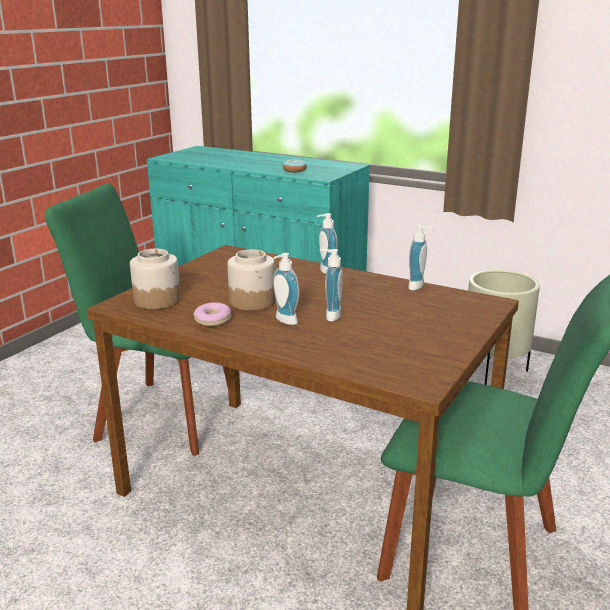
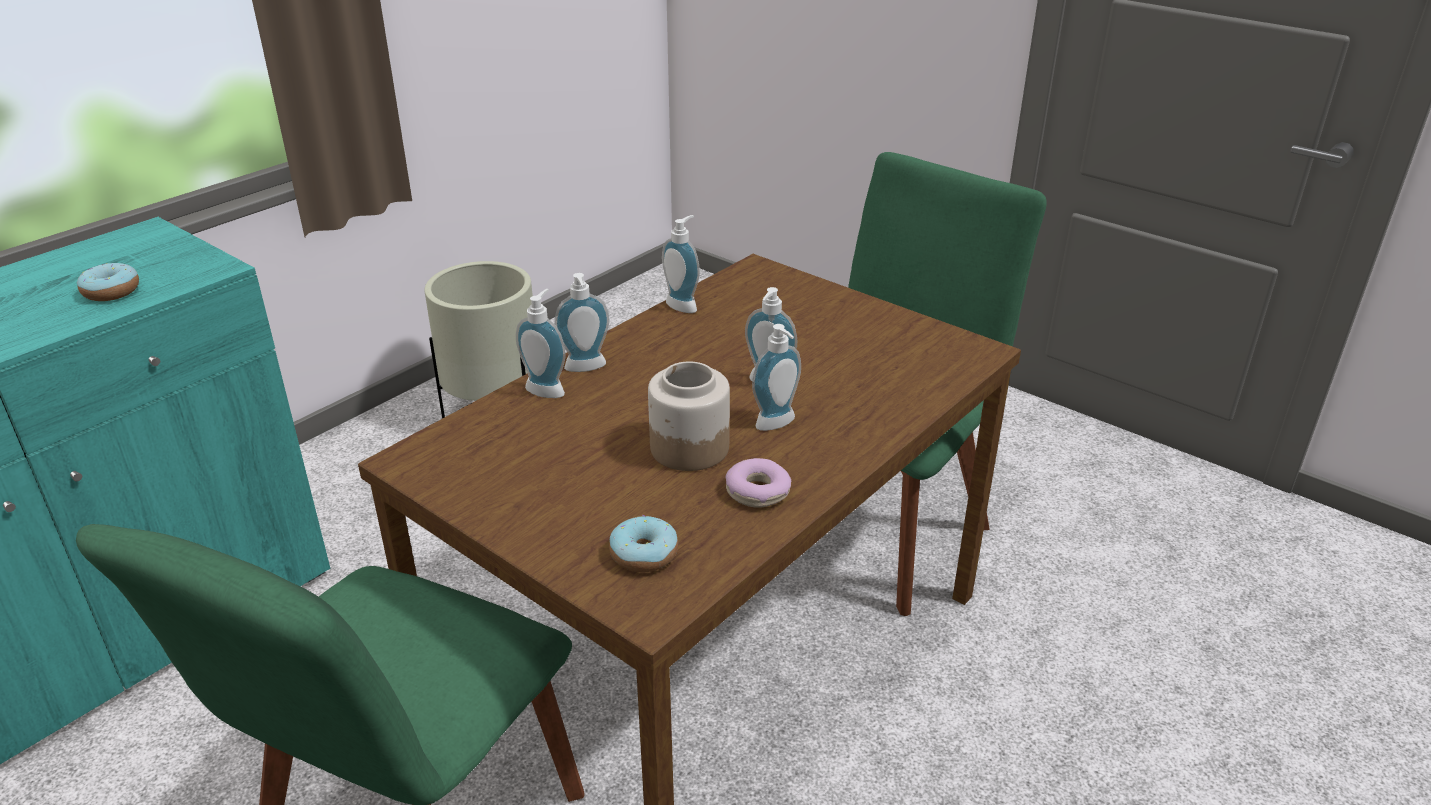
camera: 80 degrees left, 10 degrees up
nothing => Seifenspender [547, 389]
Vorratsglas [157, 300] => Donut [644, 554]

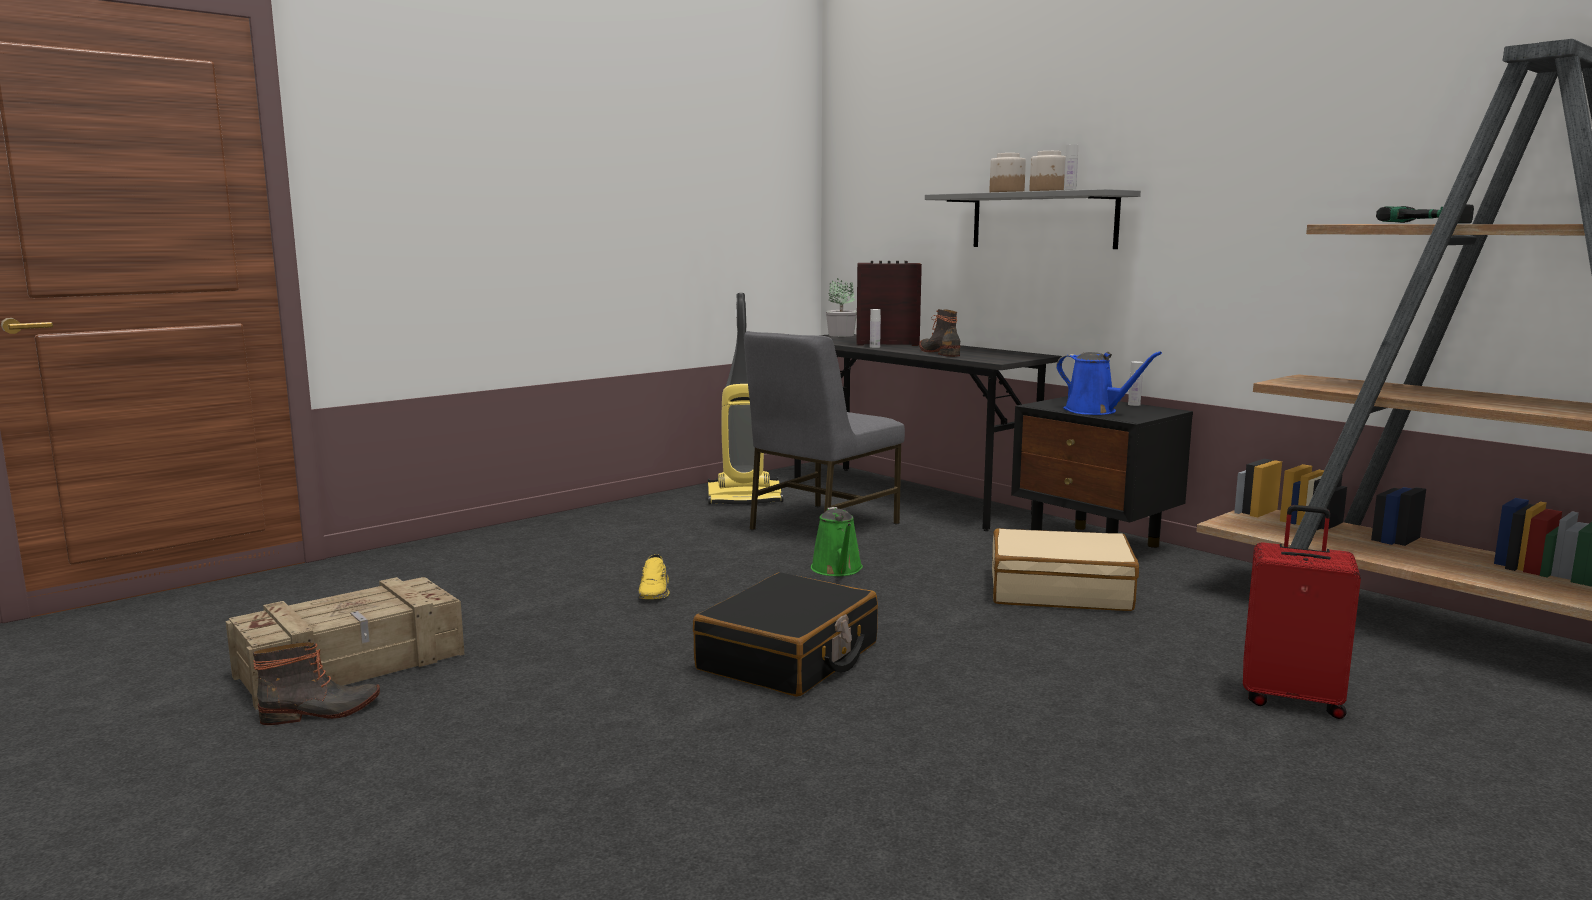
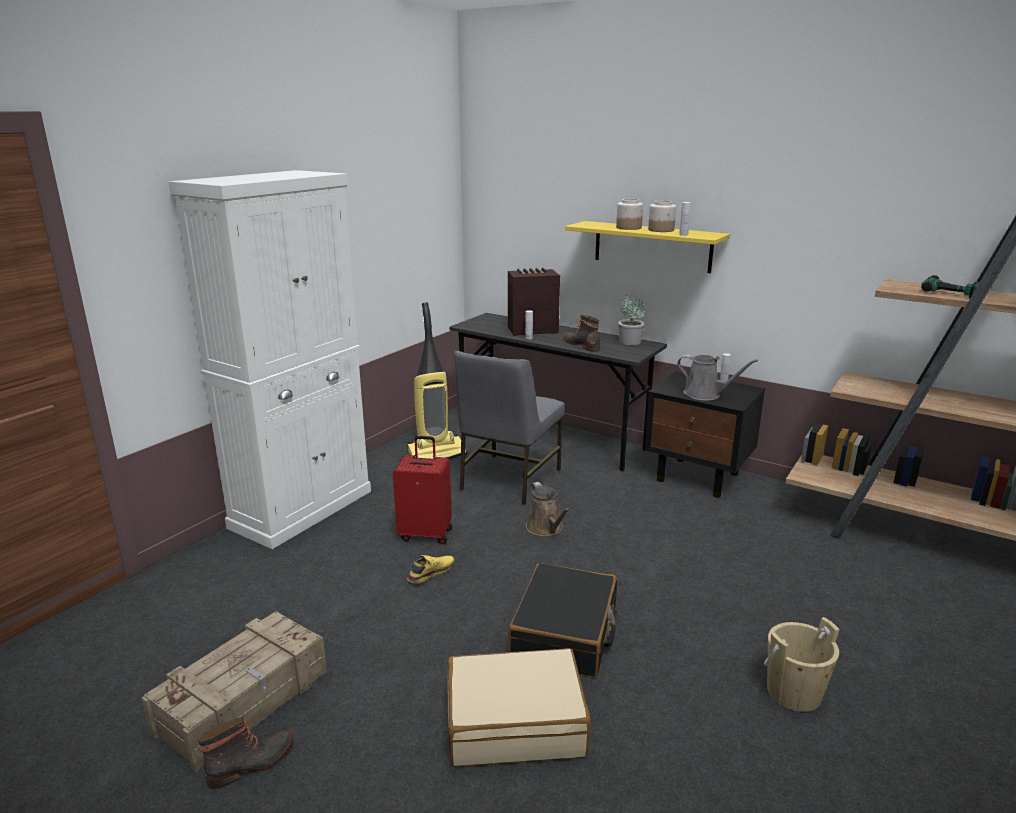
camera: 15 degrees left, 10 degrees up
nothing => Schrank (weiß) [302, 509]
nothing => Eimer (beige) [794, 692]
Topfpflanze [840, 335] => Topfpflanze [629, 342], move
Koffer (beige) [1059, 591] => Koffer (beige) [515, 722], move
Koffer (rot) [1292, 699] => Koffer (rot) [426, 534], move
Gießkanne (grün) [838, 570] => Gießkanne (braun) [546, 528]
Wandregal (grau) [1043, 220] => Wandregal (gelb) [652, 246]
Gießkanne (blau) [1095, 411] => Gießkanne (grau) [705, 394]
Schuh (gelb) [655, 591] => Schuh (gelb) [430, 572], 120 degrees counterclockwise

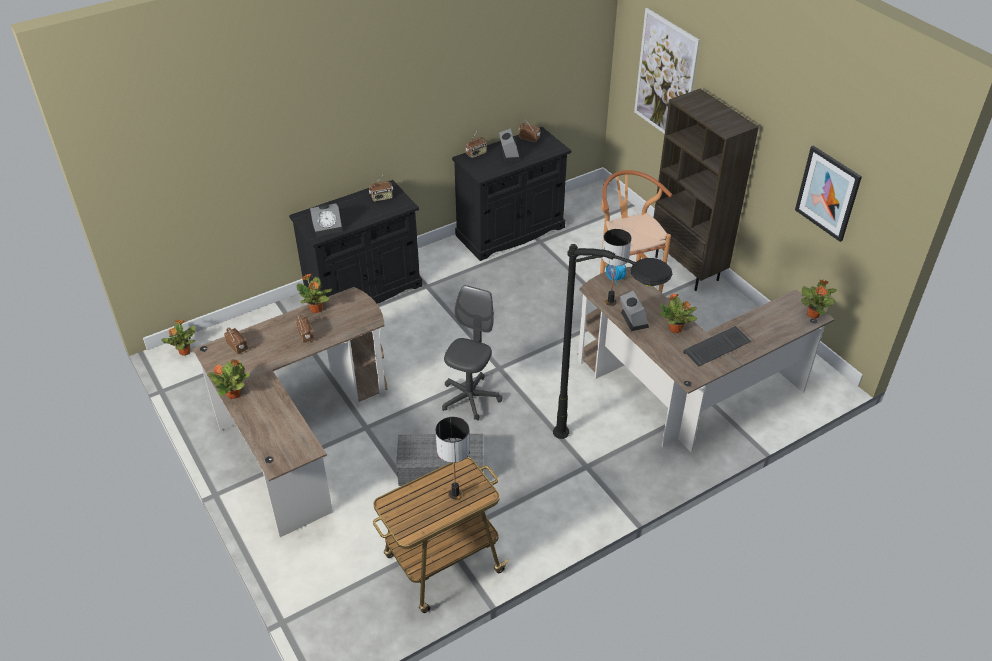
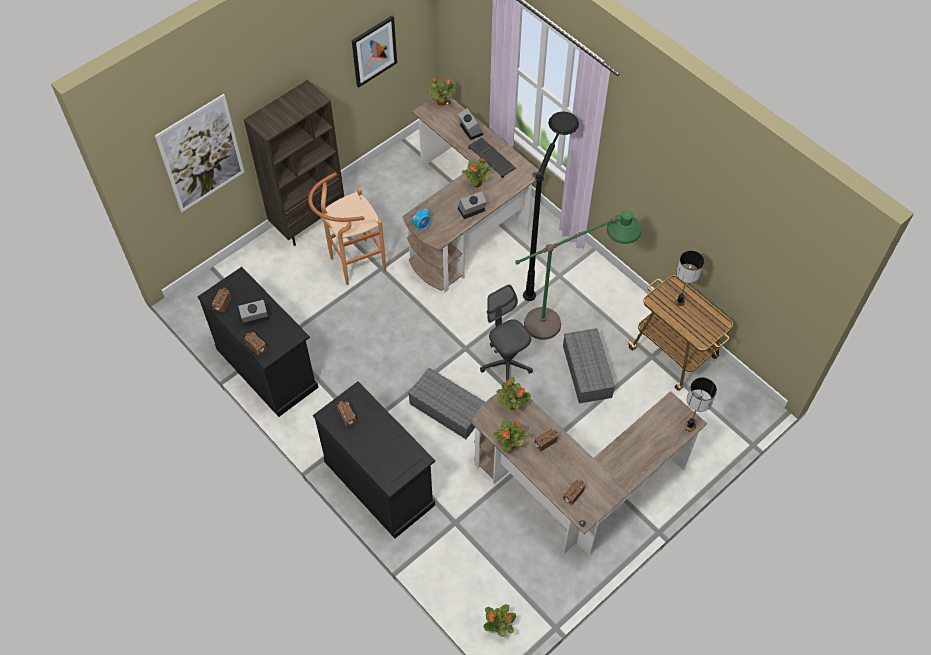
camera: 100 degrees left, 15 degrees up
nothing => Aufbewahrungsbox (grau) [446, 409]
nothing => Stehlampe (grün) [568, 320]
Topfpflanze [234, 394] => Topfpflanze [512, 404], move
Wecker [328, 227] => Wecker [469, 130], move
Tischlampe [610, 302] => Tischlampe [690, 425], move
Bürostuhl (grau) [470, 398] => Bürostuhl (grau) [506, 364], 45 degrees clockwise

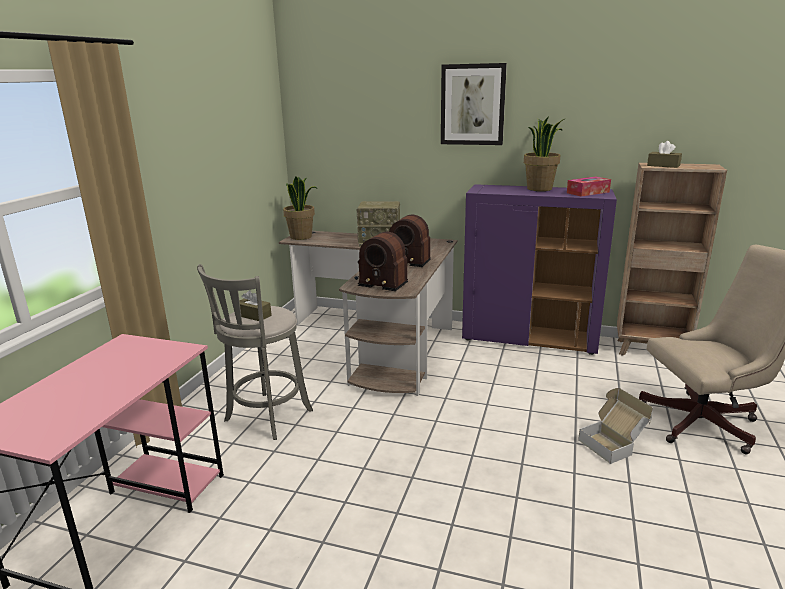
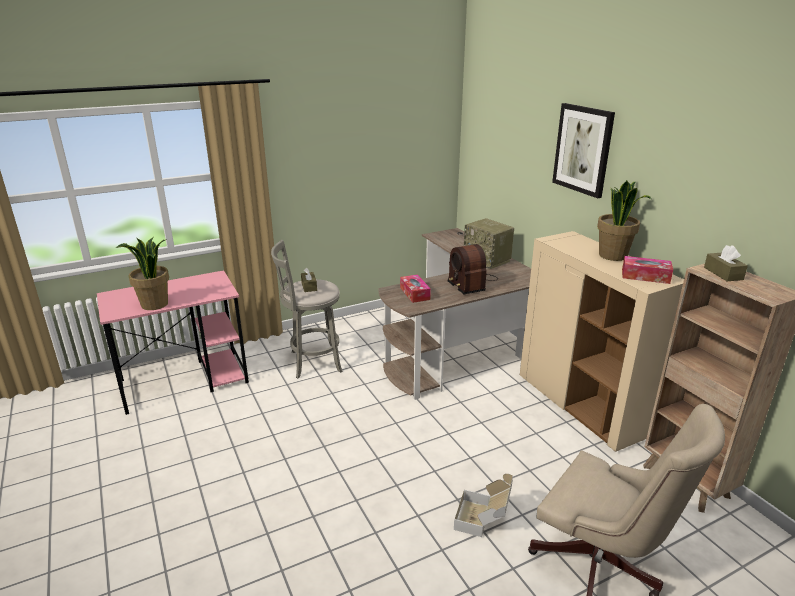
camera: 45 degrees right, 5 degrees up
Topfpflanze [301, 237] => Topfpflanze [154, 305], move
Radio [381, 280] => Taschentuchbox [414, 293]
Schrank (lila) [530, 339] => Schrank (beige) [582, 406]

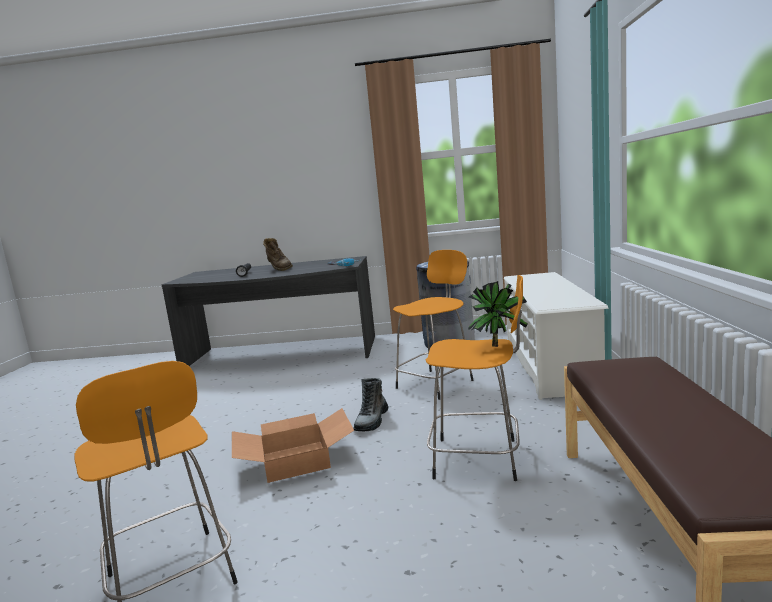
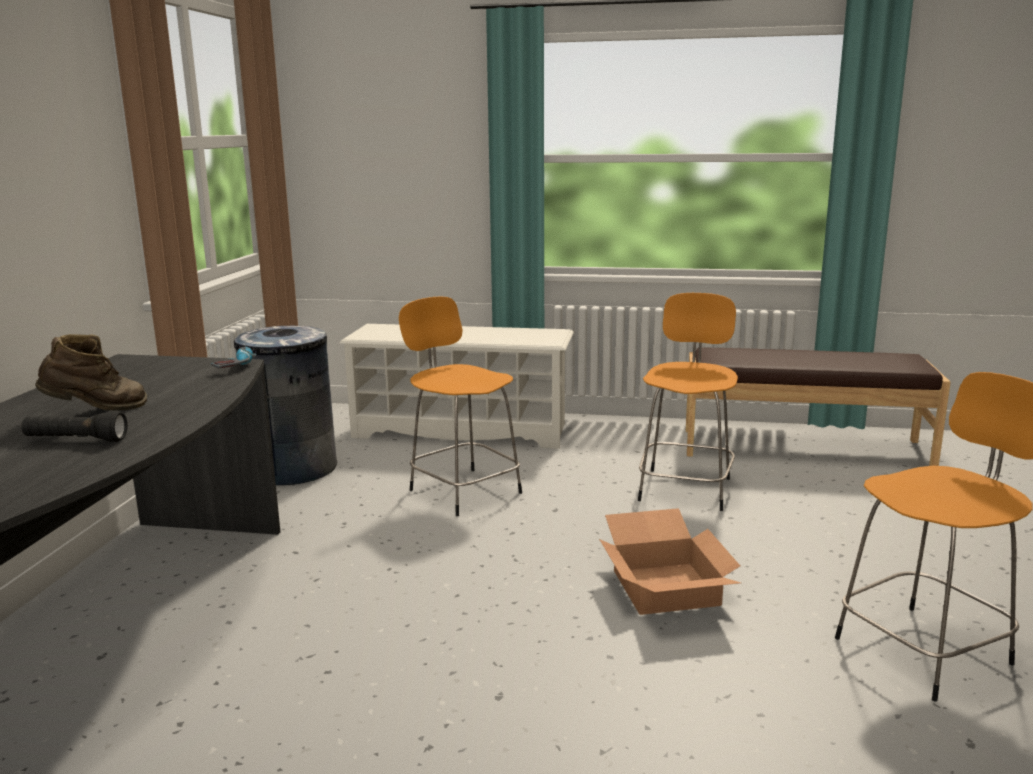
camera: 85 degrees left, 5 degrees up
Stiefel [372, 421] => nothing
Topfpflanze [498, 345] => nothing

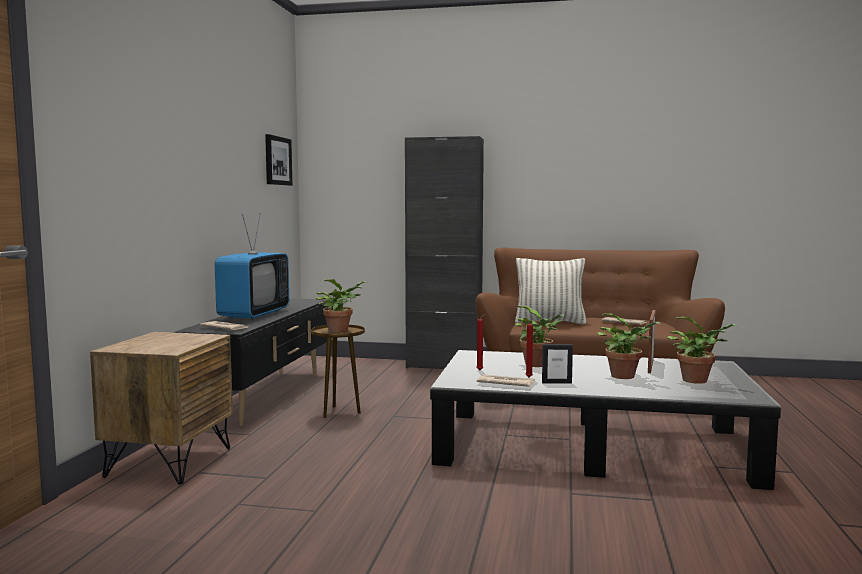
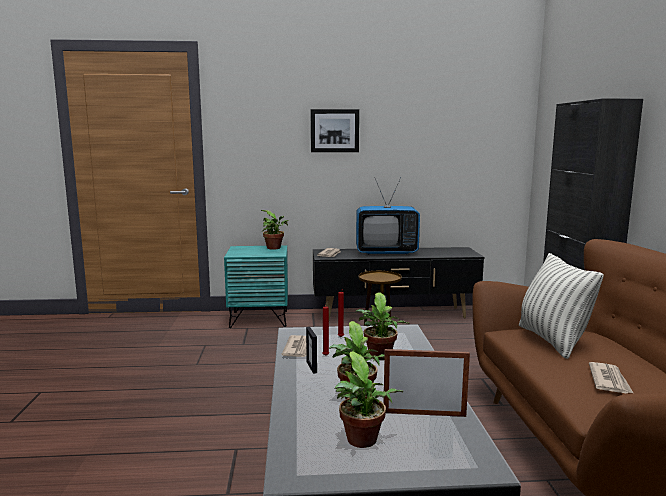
camera: 75 degrees right, 5 degrees up
Bild [277, 161] => Bild [334, 130], move
Topfpflanze [340, 330] => Topfpflanze [275, 248], move
Nachttisch (braun) [169, 462] => Nachttisch (türkis) [259, 319]

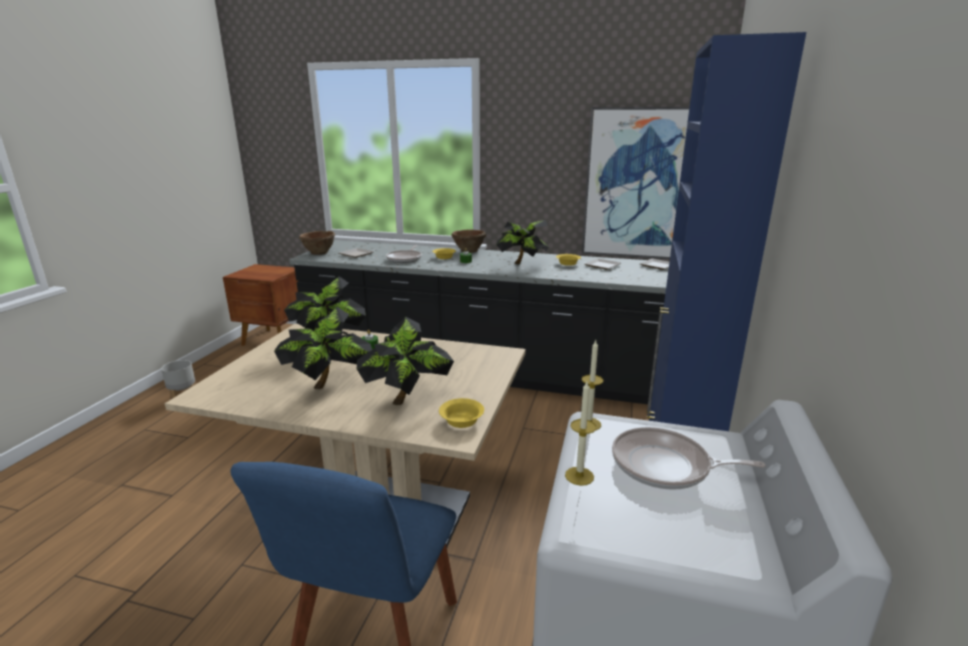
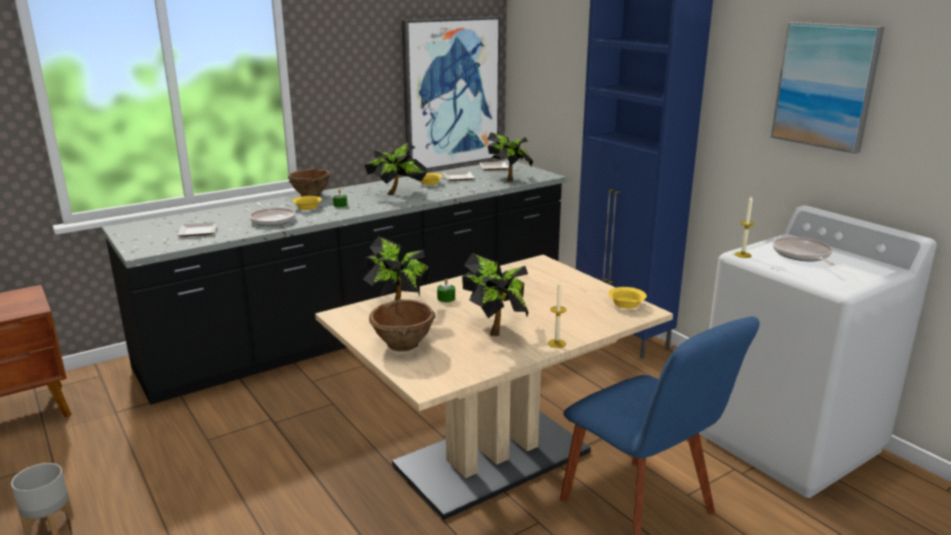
camera: 50 degrees left, 0 degrees up
nothing => Bild [825, 86]
Schüssel (braun) [319, 253] => Schüssel (braun) [403, 345], move
Topfpflanze [407, 399] => Topfpflanze [509, 179], move
Kerze [579, 476] => Kerze [556, 343], move
Pfanne [665, 466] => Pfanne [802, 255], 120 degrees clockwise

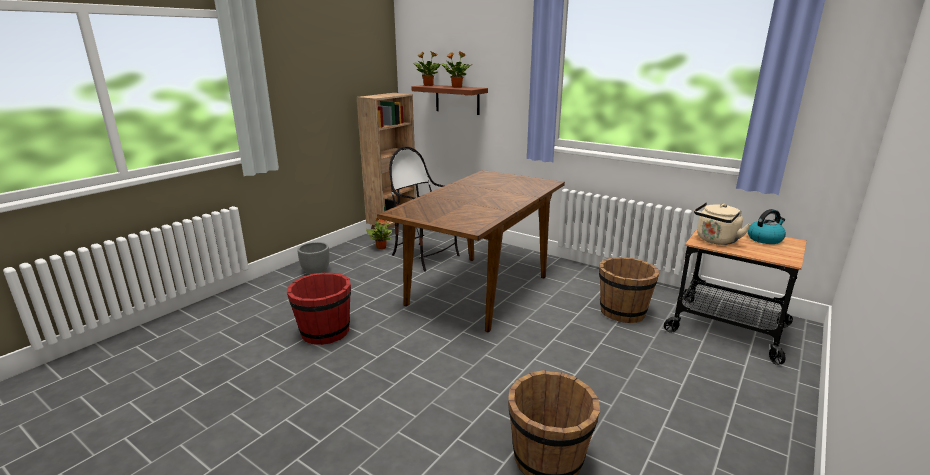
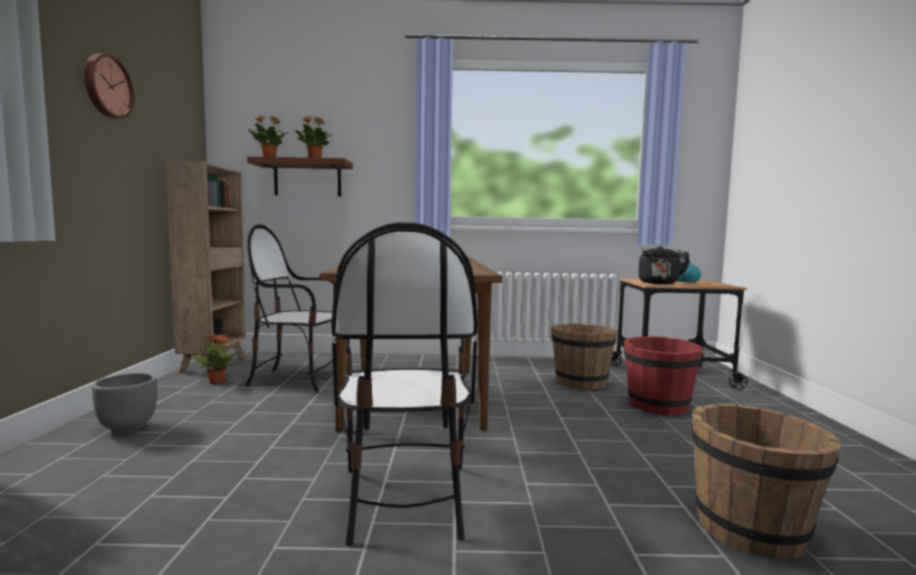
camera: 35 degrees left, 15 degrees down
nothing => Wanduhr [107, 86]
nothing => Stuhl [404, 499]
Eimer (rot) [324, 332] => Eimer (rot) [657, 406], move
Wasserkessel (beige) [715, 241] => Wasserkessel (schwarz) [659, 283]

